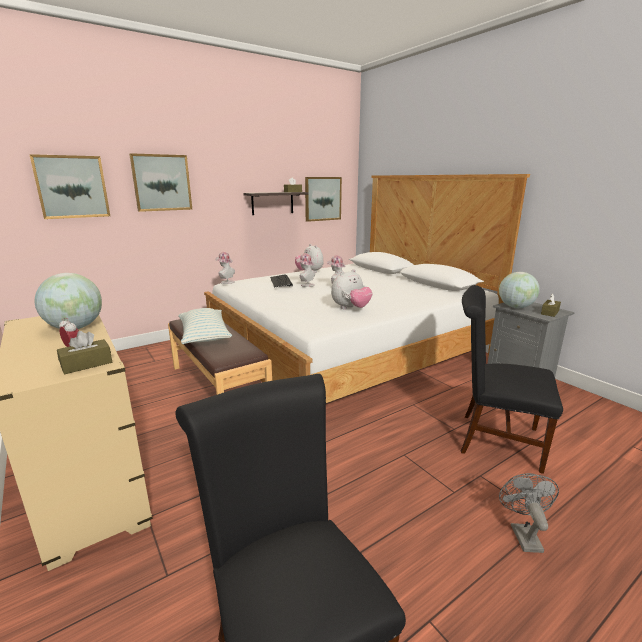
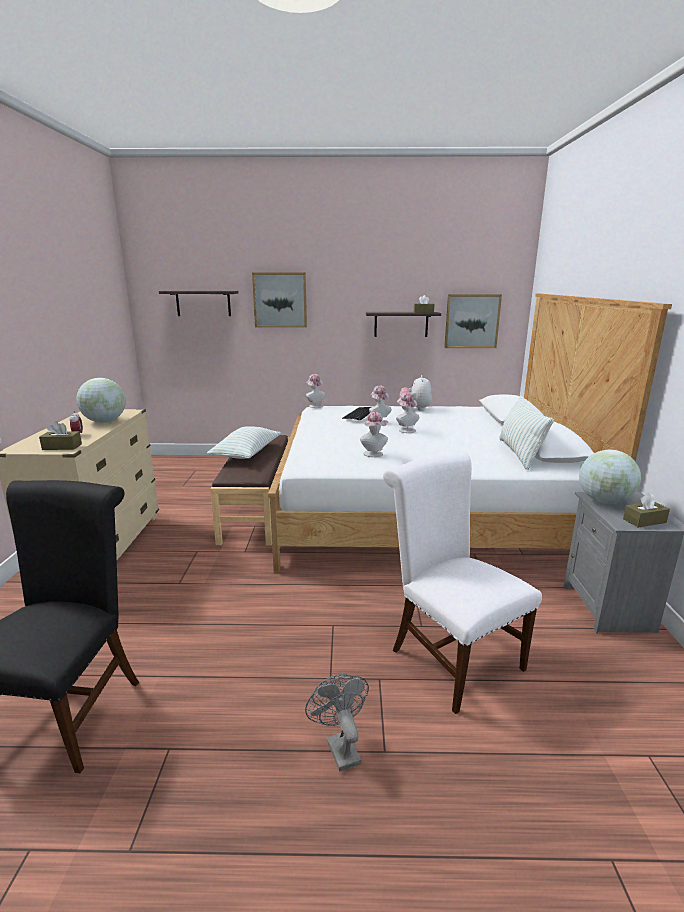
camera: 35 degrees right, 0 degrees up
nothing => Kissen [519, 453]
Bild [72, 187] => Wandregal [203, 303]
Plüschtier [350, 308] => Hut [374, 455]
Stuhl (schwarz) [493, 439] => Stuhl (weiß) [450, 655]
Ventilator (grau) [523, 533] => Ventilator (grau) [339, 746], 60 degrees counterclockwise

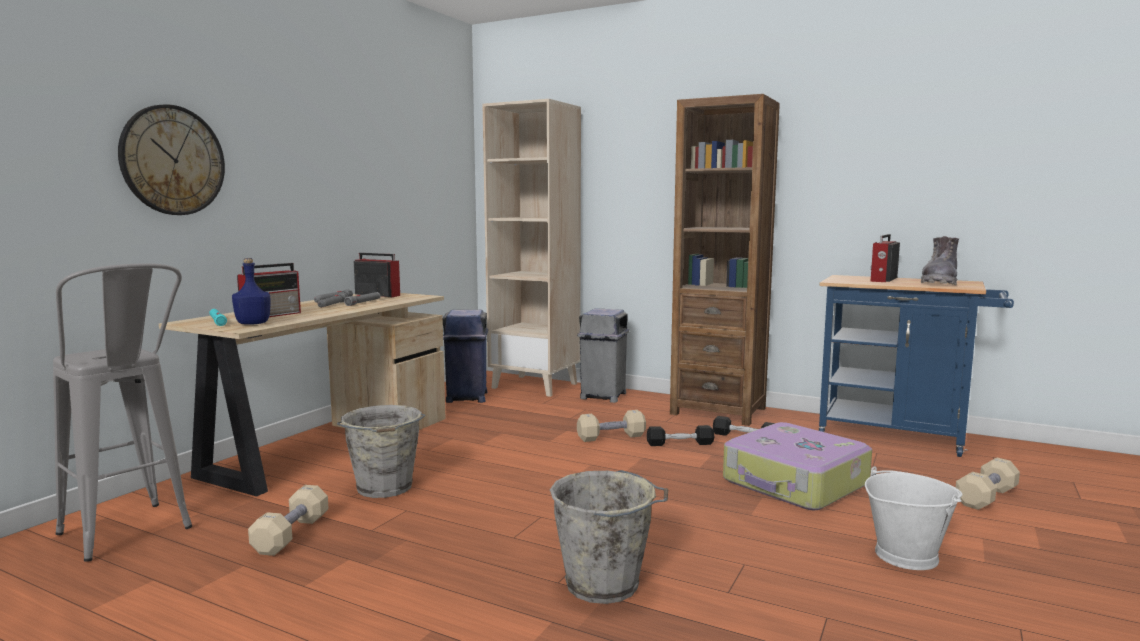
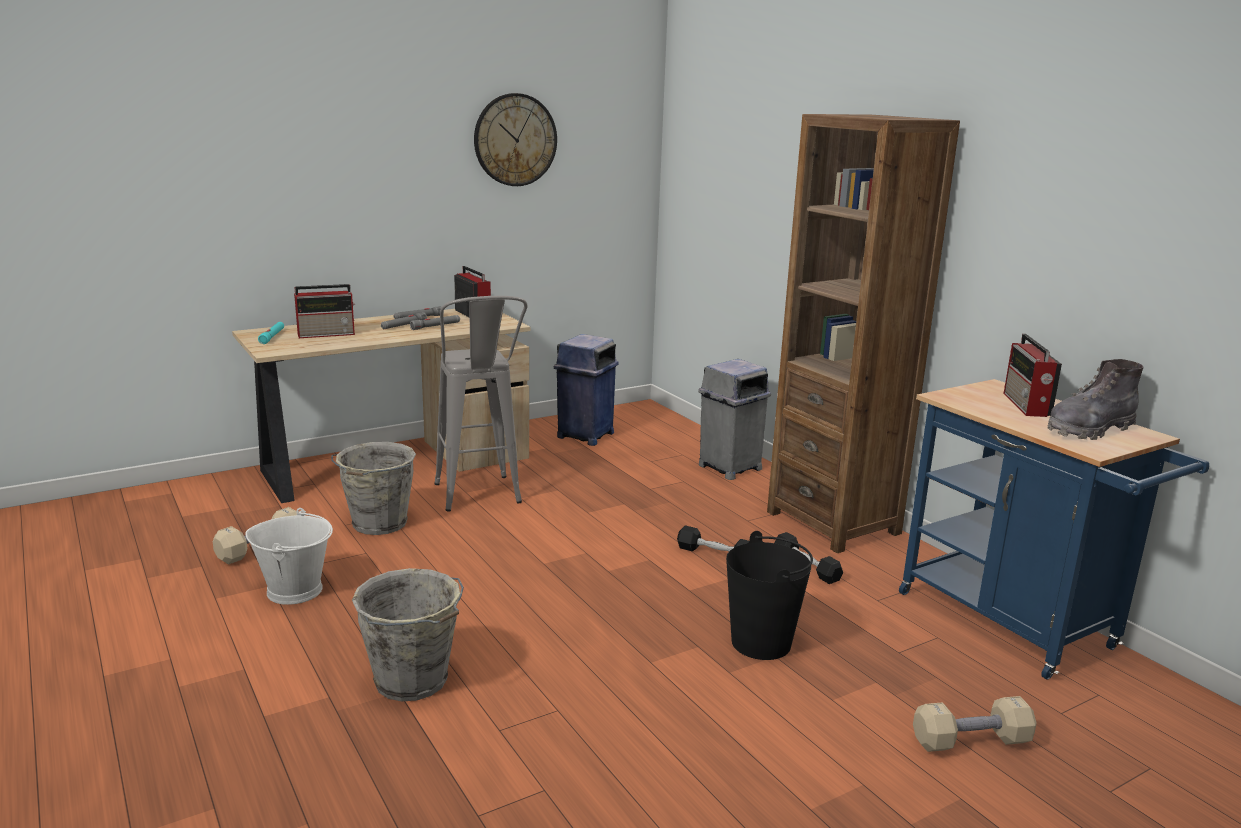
camera: 30 degrees right, 10 degrees up
Flasche (blau) [252, 323] => nothing
Bücherregal (beige) [535, 385] => nothing
Hantel (beige) [611, 437] => nothing
Hocker (grau) [132, 537] => Hocker (grau) [480, 500], move
Wanduhr [172, 160] => Wanduhr [515, 140], move
Eimer (weiß) [905, 555] => Eimer (weiß) [295, 590], move
Koffer [795, 483] => Eimer (schwarz) [762, 643]
Radio [883, 279] => Radio [1026, 405], 60 degrees counterclockwise

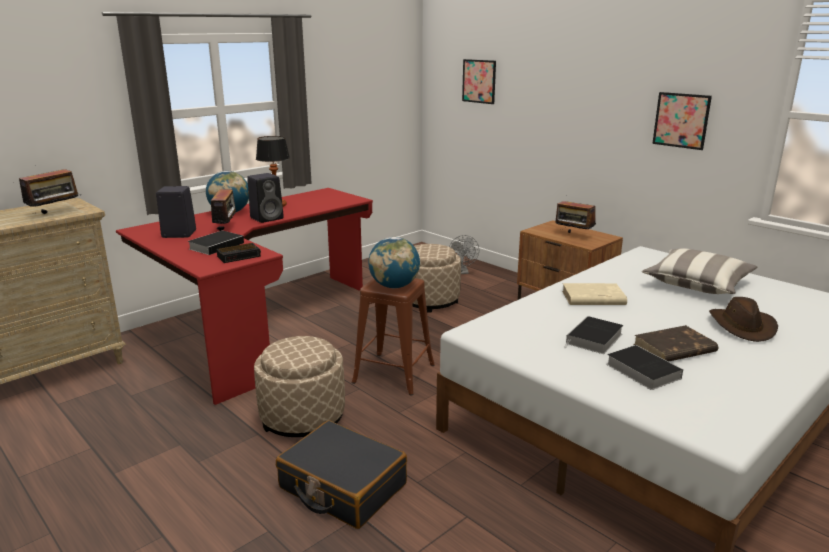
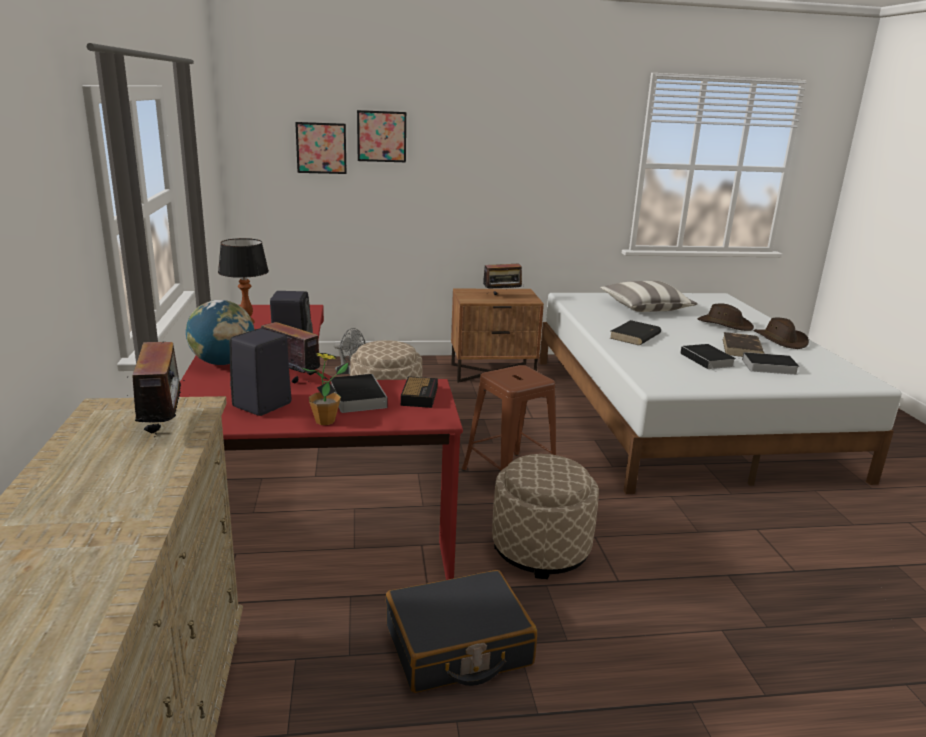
camera: 55 degrees left, 0 degrees up
Globus [394, 286] => nothing
nothing => Topfpflanze [325, 421]
nothing => Hut (braun) [781, 340]
Koffer (schwarz) [342, 486] => Koffer (schwarz) [458, 646], move
Bild [681, 120] => Bild [381, 136], move
Buch (beige) [592, 298] => Buch (schwarz) [635, 336]

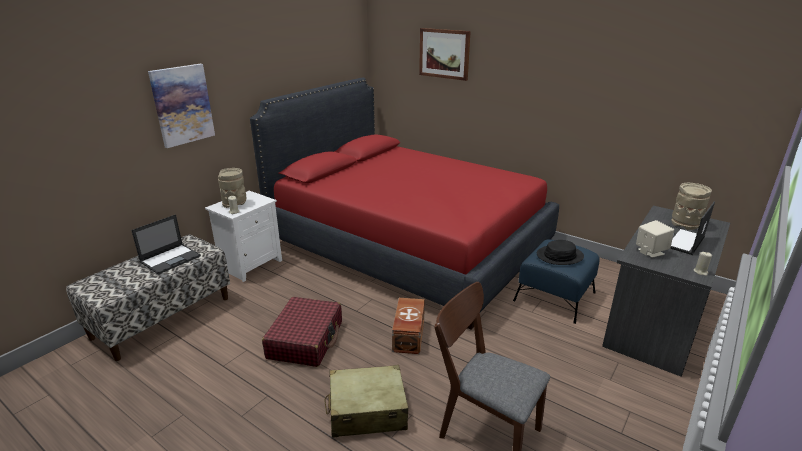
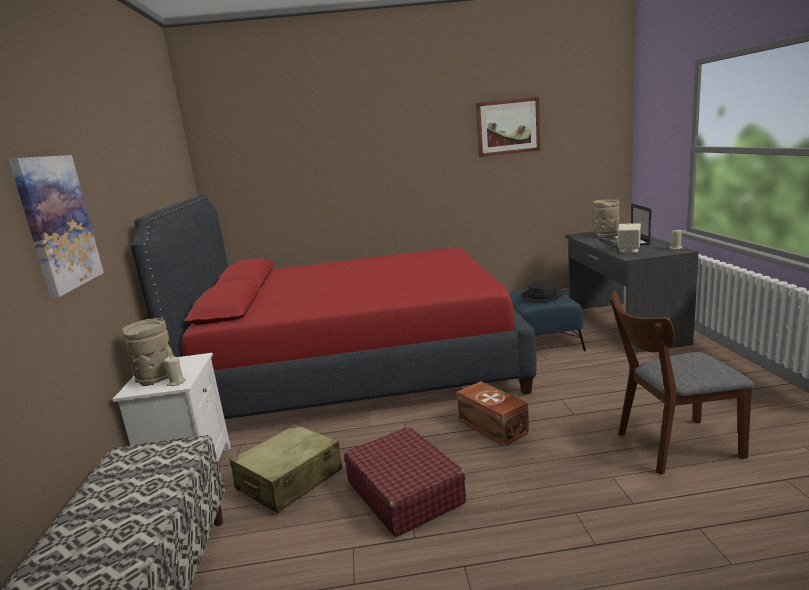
camera: 40 degrees left, 10 degrees down
Laptop [171, 259] => nothing
Koffer (beige) [367, 411] => Koffer (beige) [289, 480], move
Bild [444, 53] => Bild [508, 127], move

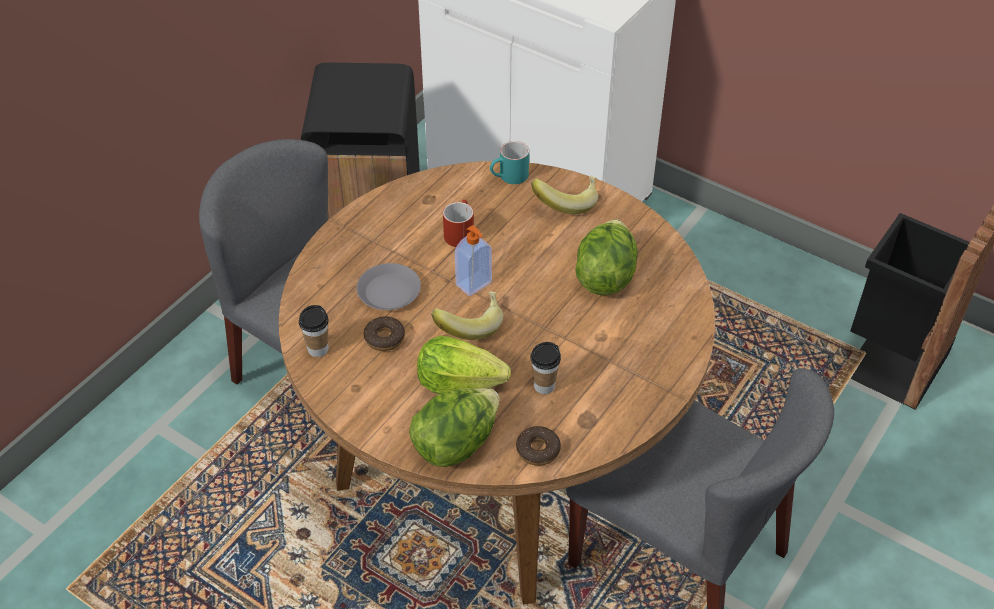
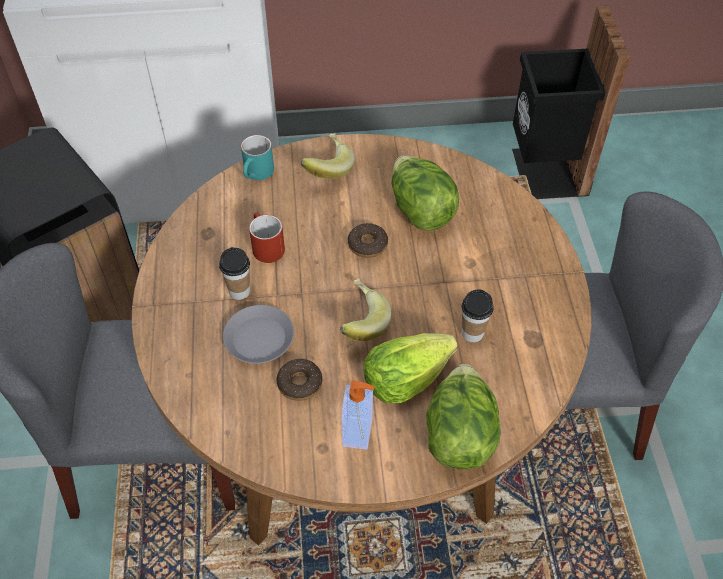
camera: 40 degrees left, 5 degrees up
Tasse [318, 349] => Tasse [239, 291], move
Seifenspender [474, 284] => Seifenspender [359, 433], move
Donut [538, 450] => Donut [367, 245], move

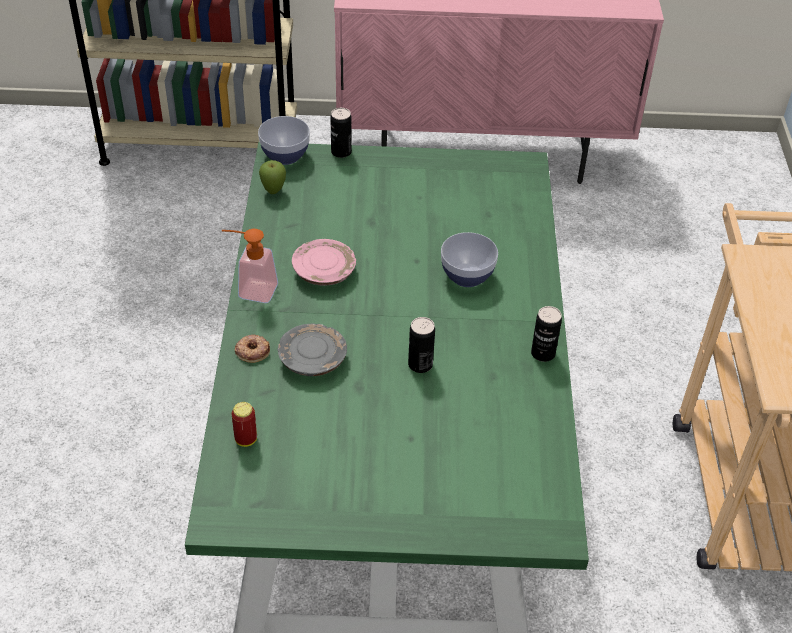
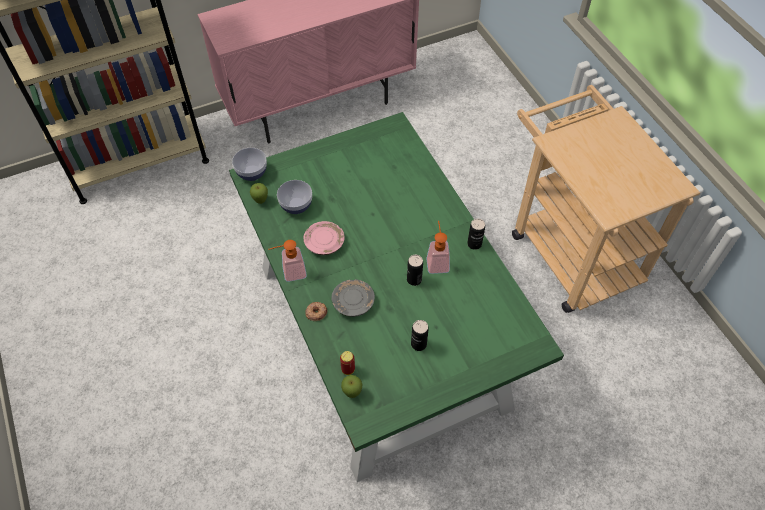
camera: 25 degrees left, 10 degrees up
nothing => Apfel [352, 393]
nothing => Seifenspender [437, 261]
Dose [341, 152] => Dose [418, 344], move
Schüssel [467, 276] => Schüssel [296, 206], move

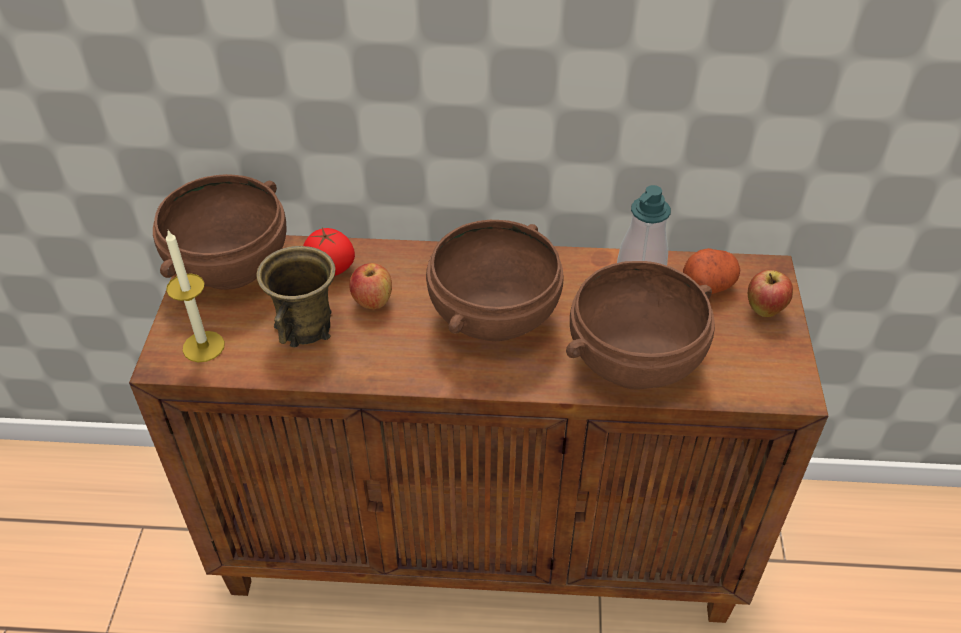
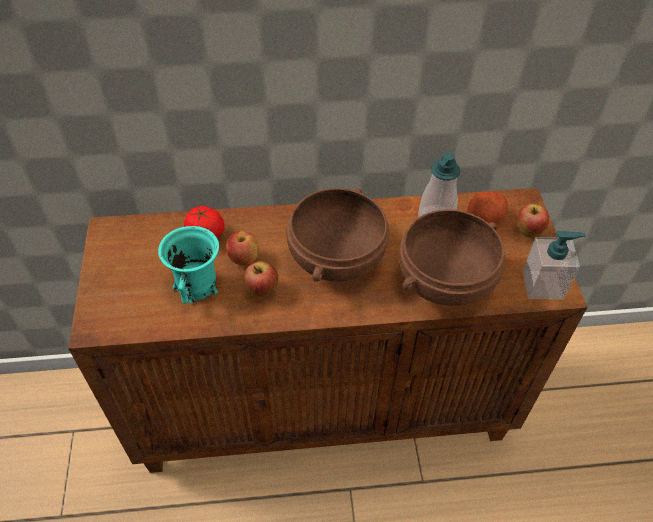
camera: 10 degrees left, 5 degrees up
Schüssel (braun) [229, 265] => nothing
Kerze [203, 346] => nothing
nothing => Apfel [262, 290]
nothing => Seifenspender [543, 285]
Henkelbecher (braun) [306, 326] => Henkelbecher (türkis) [197, 285]

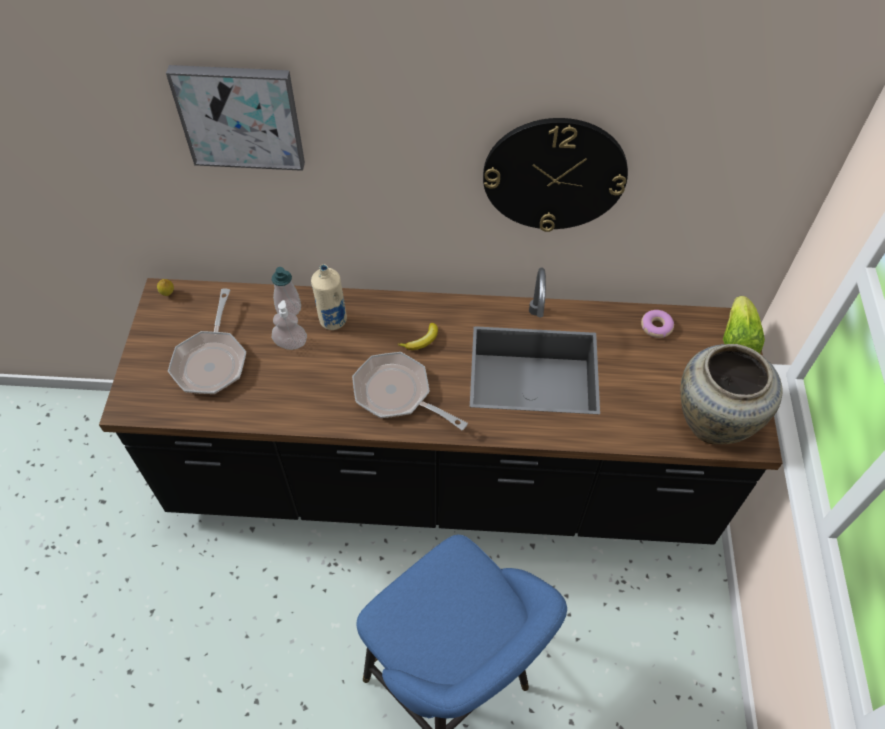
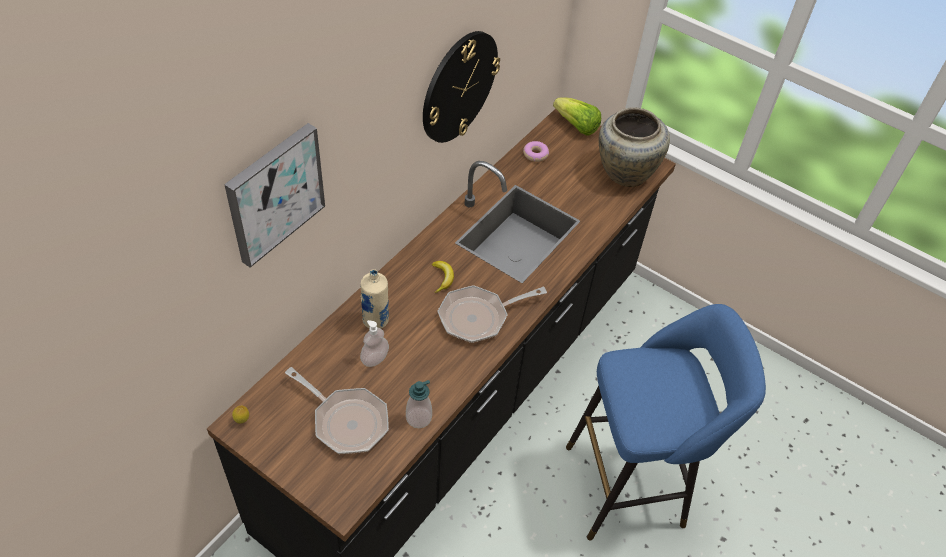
camera: 60 degrees left, 5 degrees down
Seifenspender [288, 308] => Seifenspender [418, 417], move

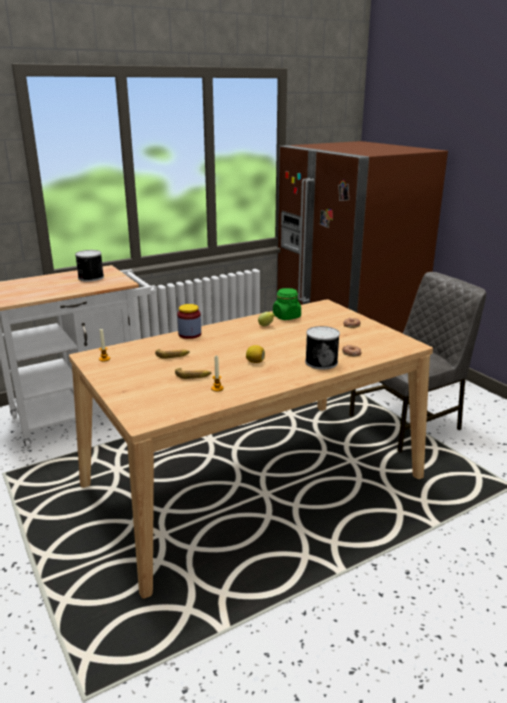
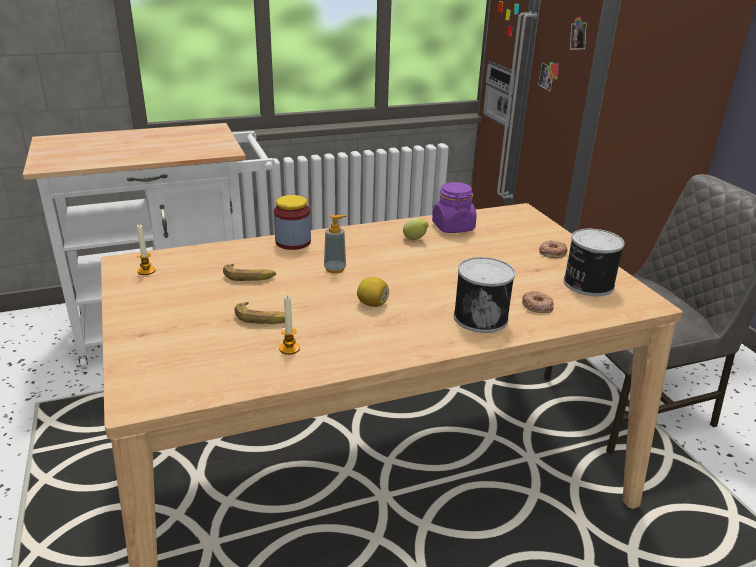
camera: 10 degrees right, 5 degrees up
nothing => Seifenspender [335, 269]
Dose [90, 277] => Dose [587, 284], move
Vorratsglas (grün) [286, 316] => Vorratsglas (lila) [453, 227]

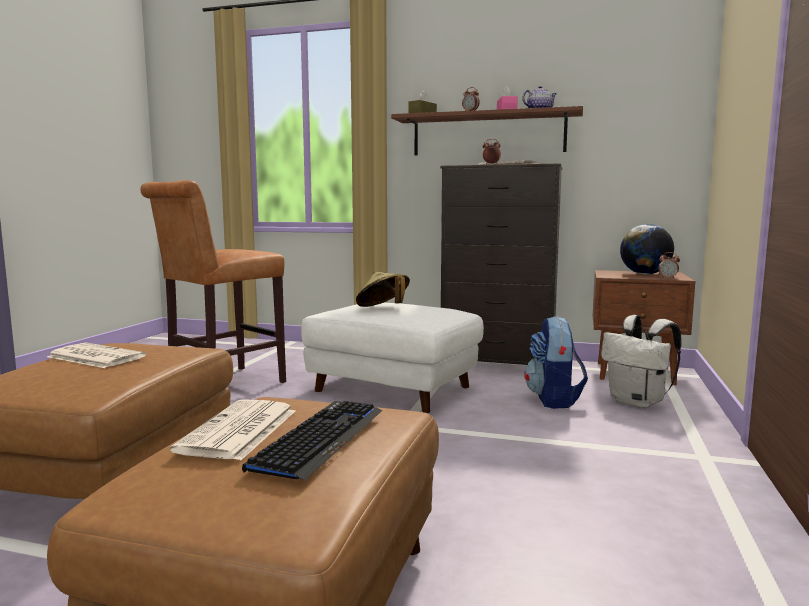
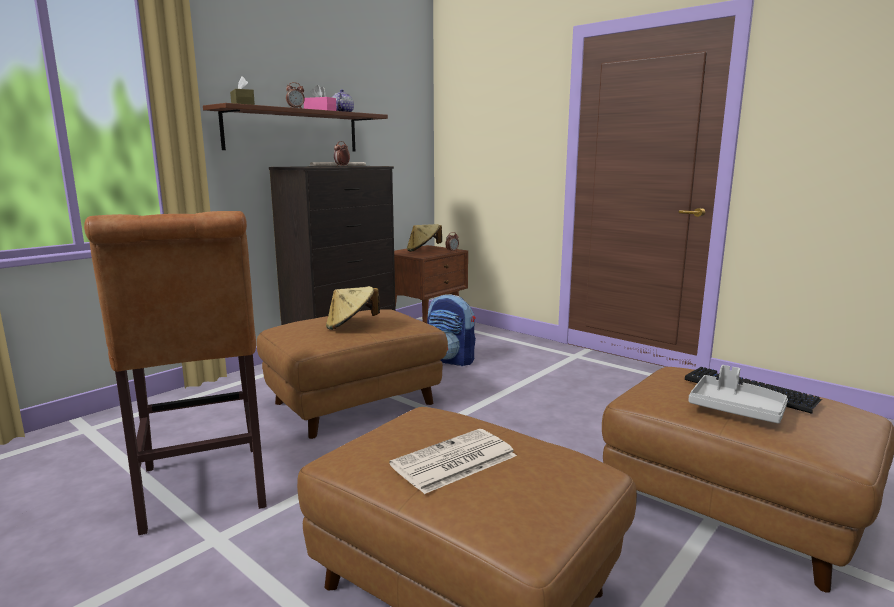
camera: 65 degrees left, 5 degrees up
Rucksack (weiß) [638, 402] => nothing
Zeitung [239, 431] => Tablett (grau) [736, 409]
Globus [645, 274] => Hut (beige) [423, 250]
Polsterhocker (weiß) [392, 389] => Polsterhocker (braun) [354, 404]

